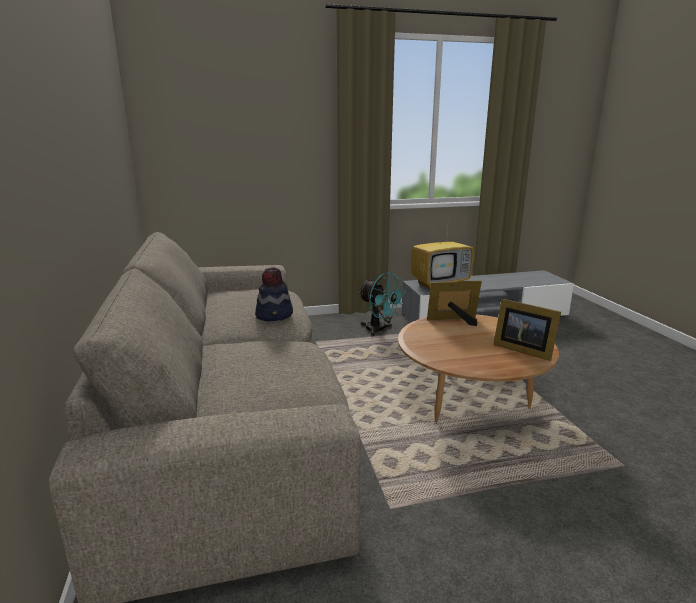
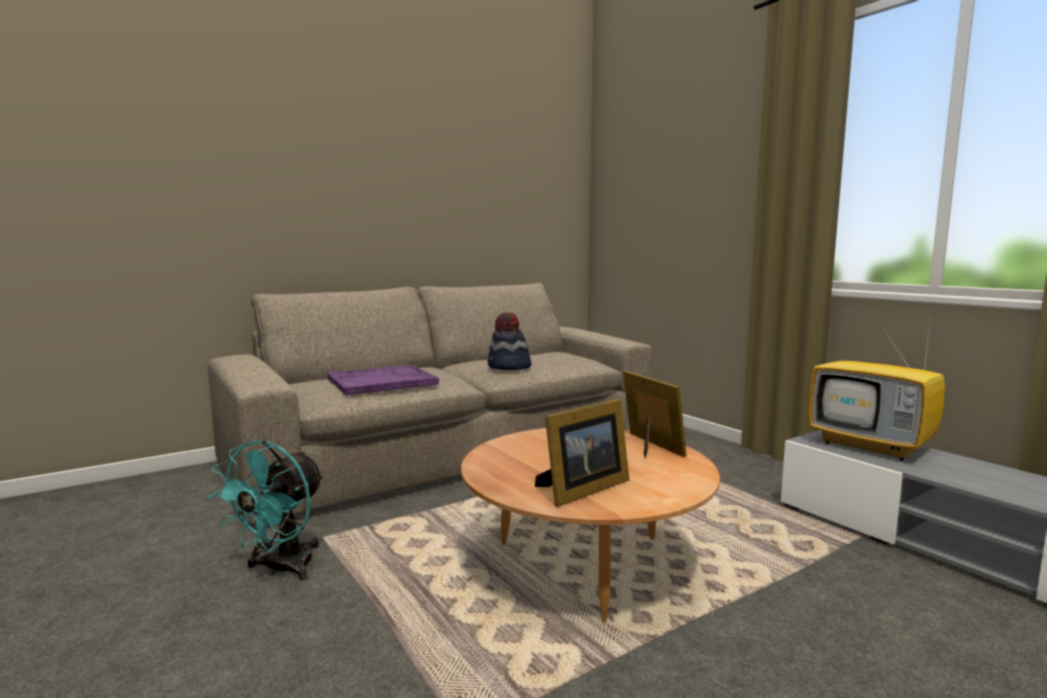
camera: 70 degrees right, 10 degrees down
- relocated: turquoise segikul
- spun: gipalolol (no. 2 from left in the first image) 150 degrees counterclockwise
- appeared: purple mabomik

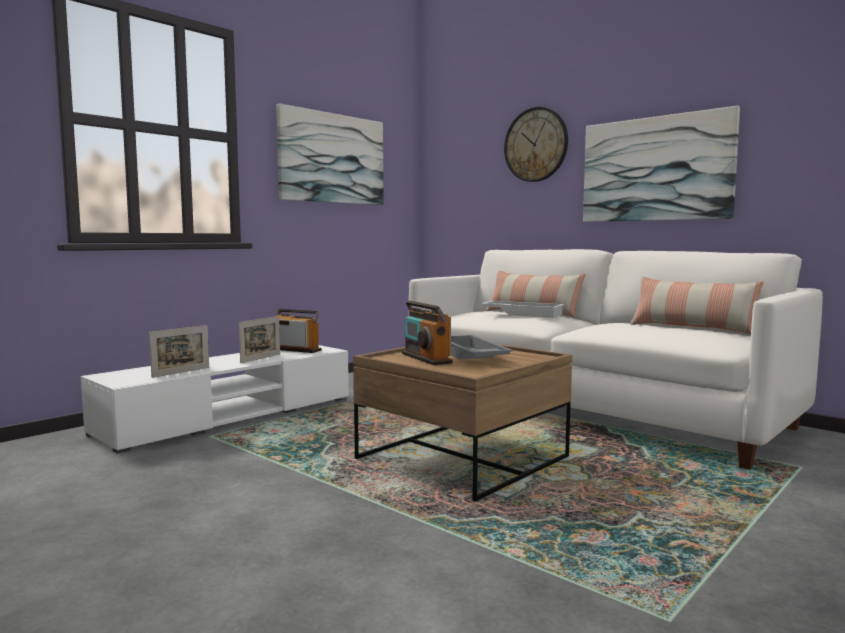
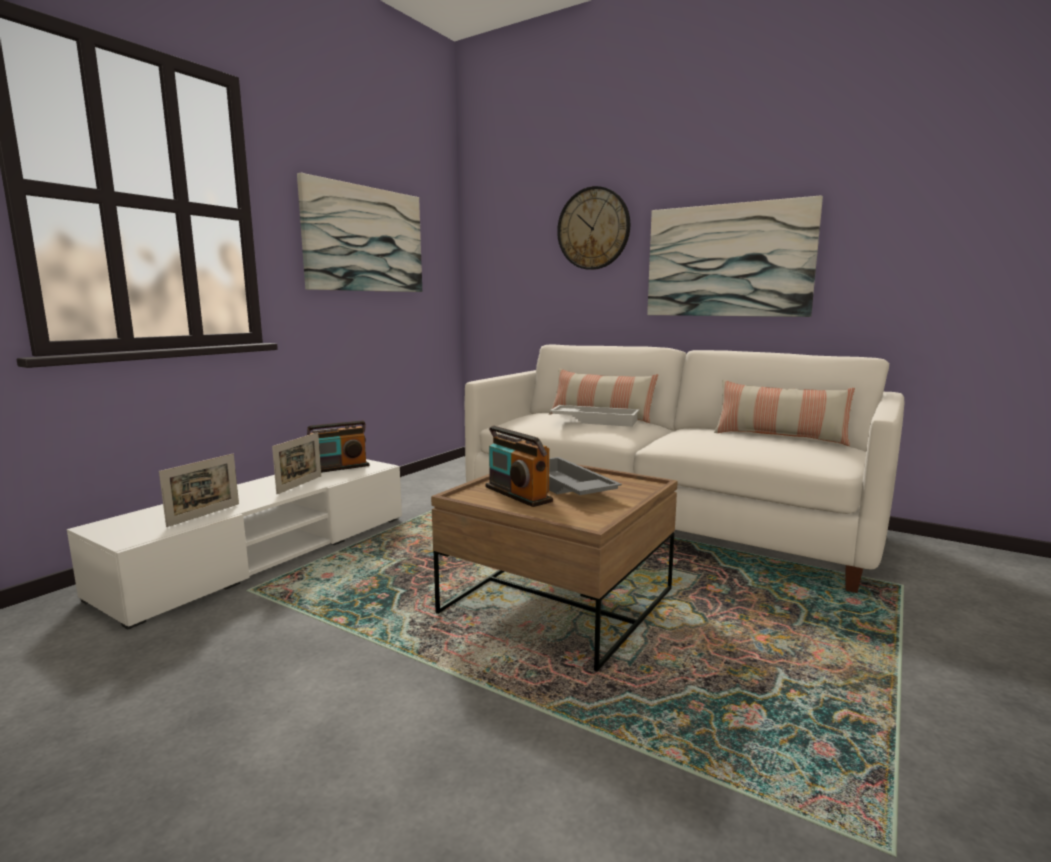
camera: 10 degrees left, 5 degrees up
- spun: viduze (no. 1 from left) 135 degrees clockwise

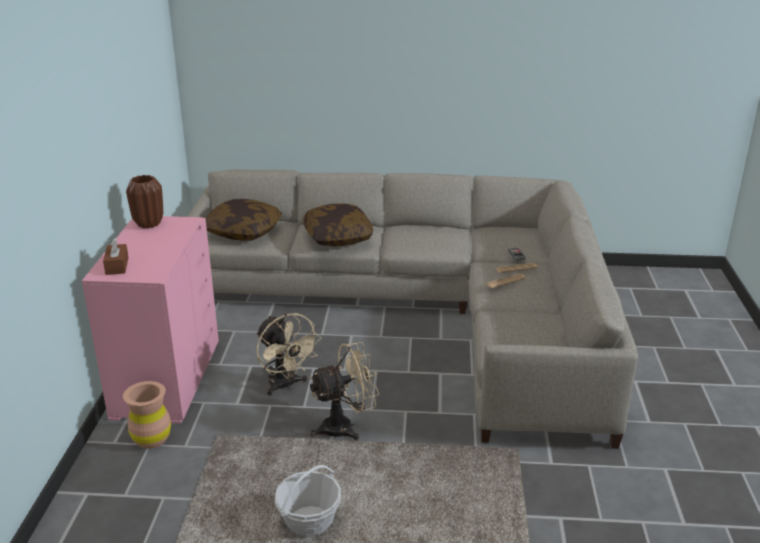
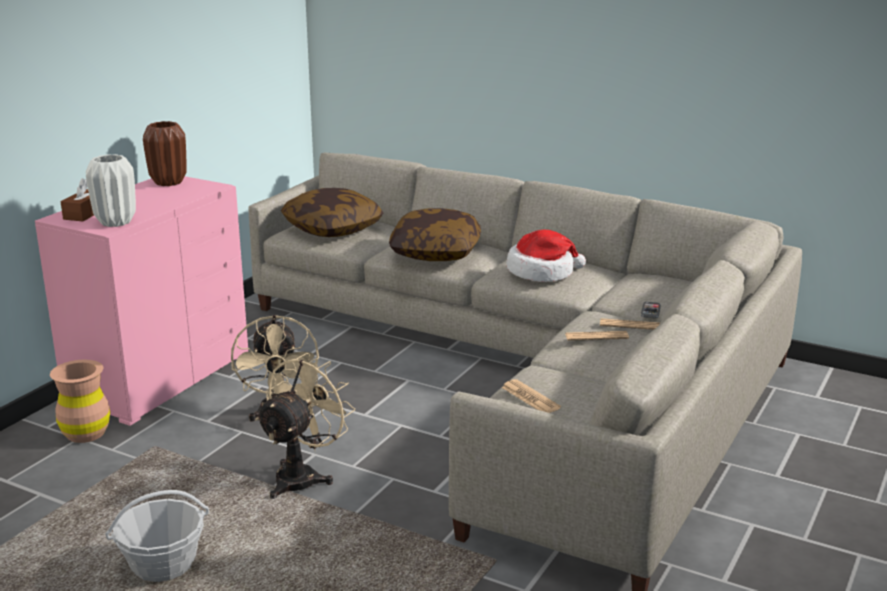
camera: 25 degrees right, 5 degrees down
- spun: beige segikul (no. 2 from left) 60 degrees counterclockwise
- appeared: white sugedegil
- appeared: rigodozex (no. 1 from left)
- appeared: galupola

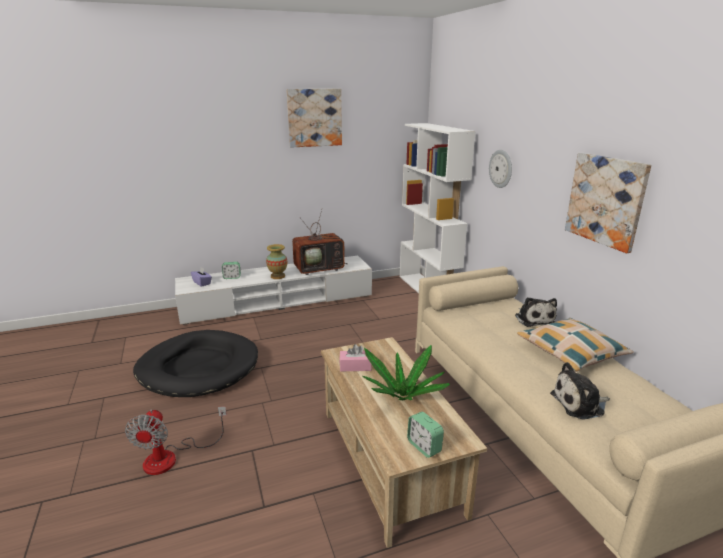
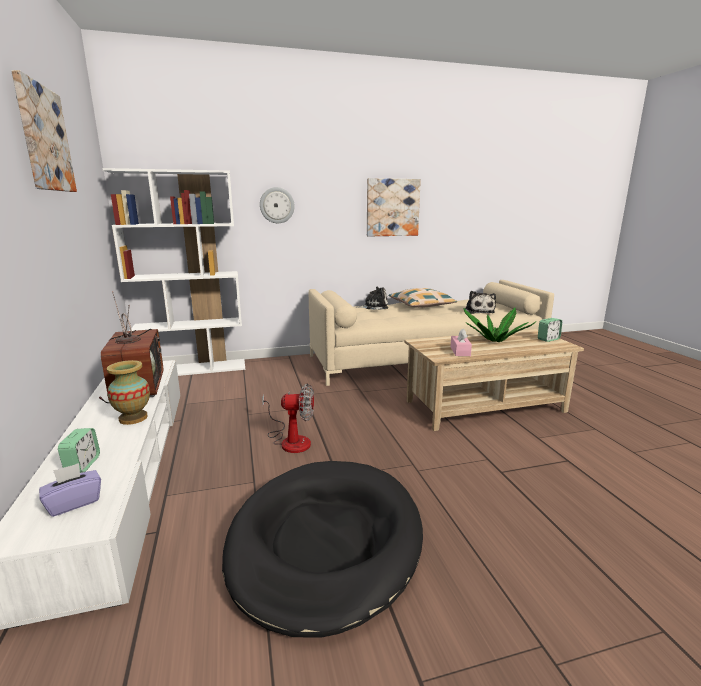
camera: 85 degrees left, 5 degrees down
- relocated: segikul

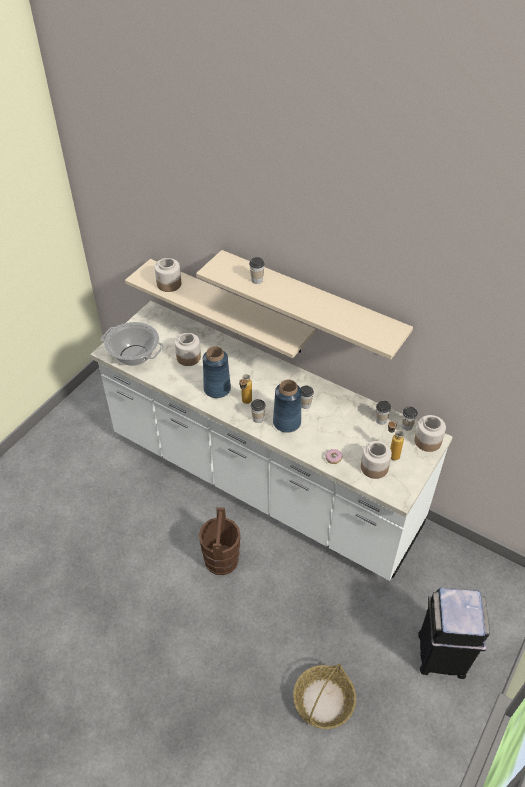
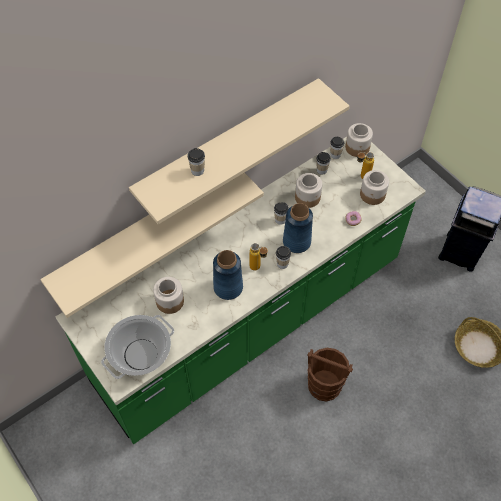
camera: 70 degrees left, 10 degrees up
- colour: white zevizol to green zevizol
- relocated: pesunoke (no. 1 from left in the first image) to pesunoke (no. 2 from left)

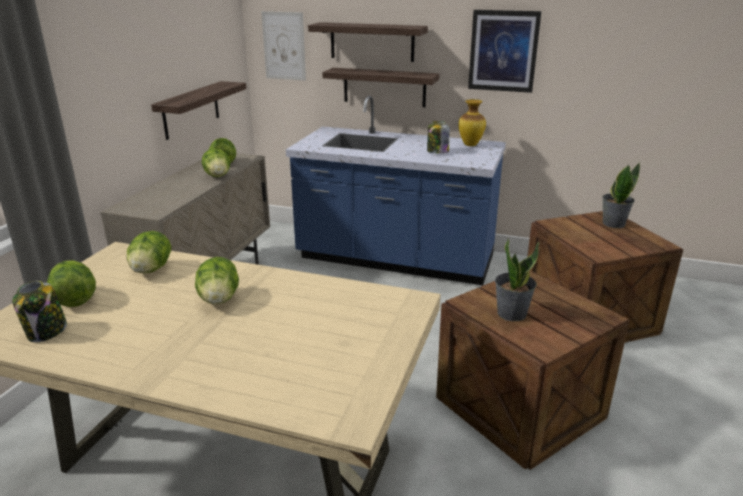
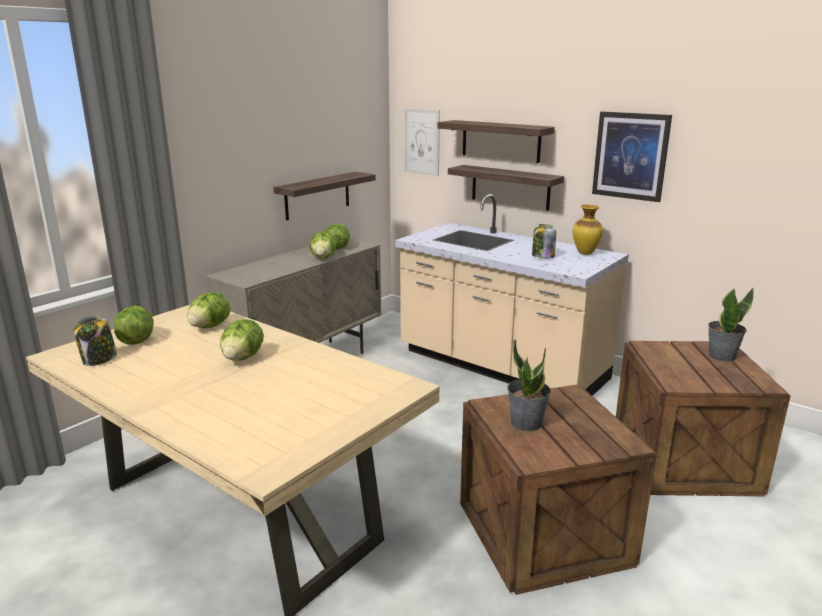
camera: 20 degrees right, 5 degrees down
- colour: blue zevizol to beige zevizol

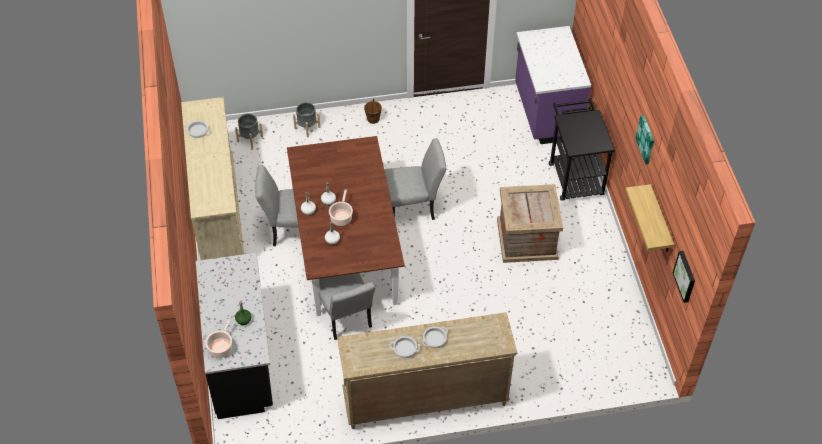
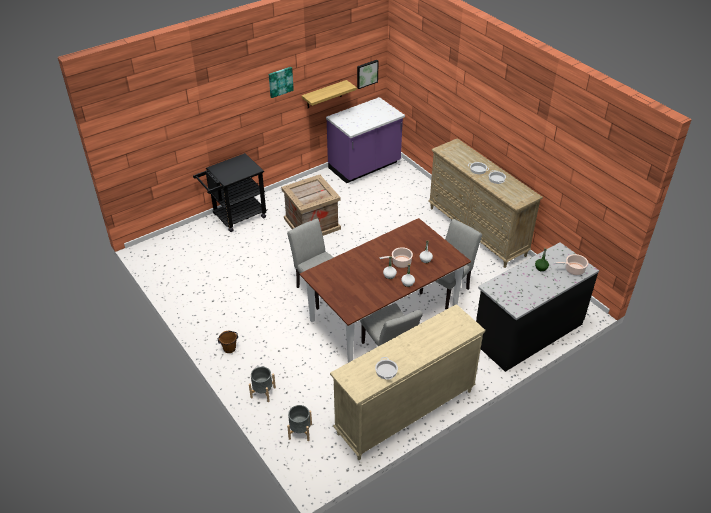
camera: 115 degrees left, 10 degrees down
- relocated: purple zevizol

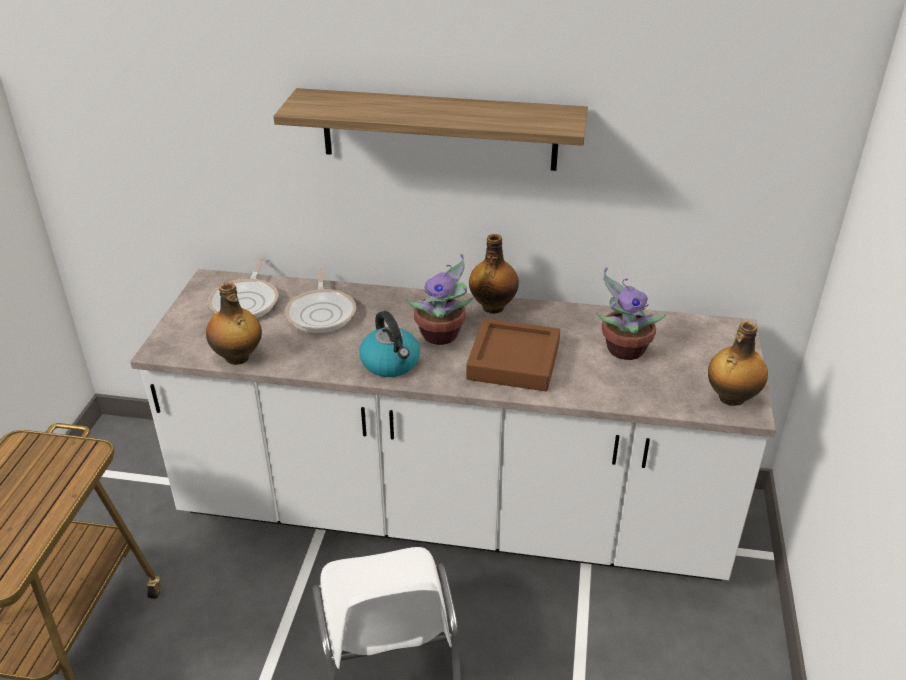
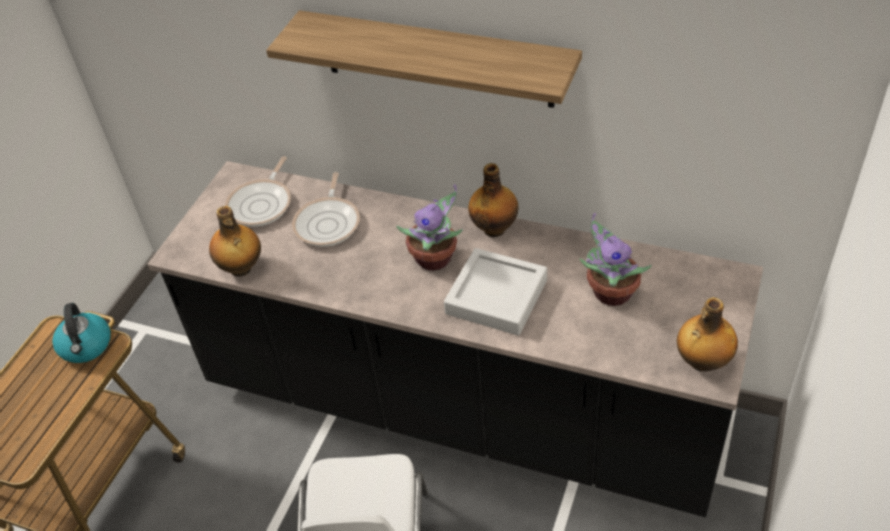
camera: 15 degrees right, 10 degrees up
- colour: white zevizol to black zevizol
- relocated: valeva
- colour: brown mabomik to grey mabomik

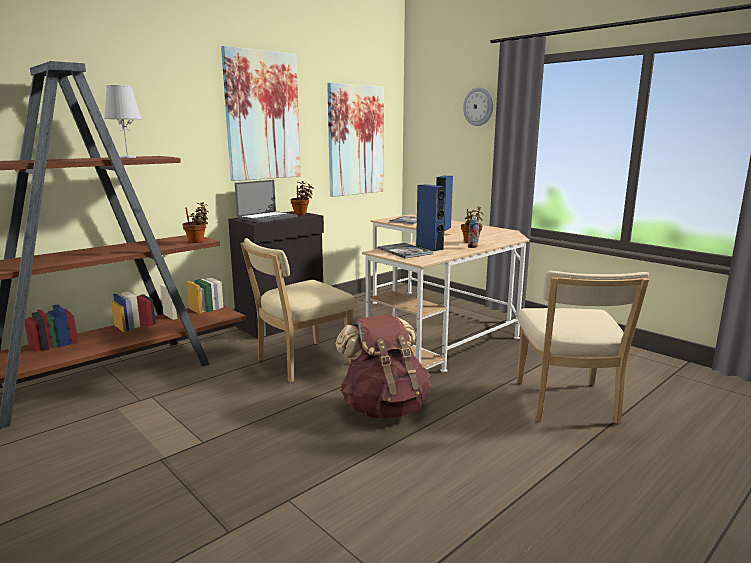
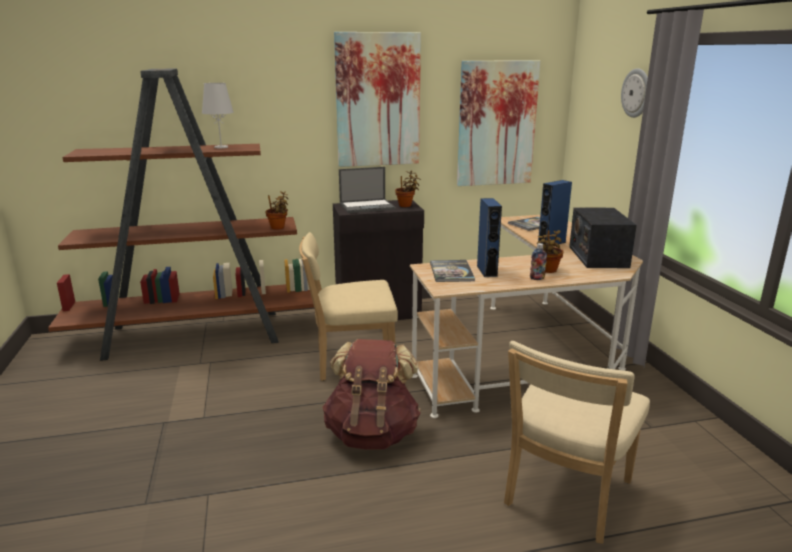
camera: 30 degrees right, 5 degrees up
- appeared: viduze

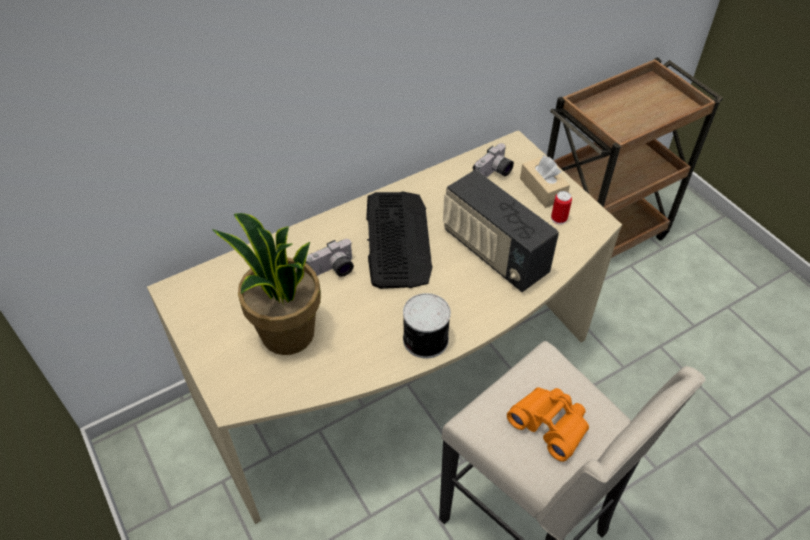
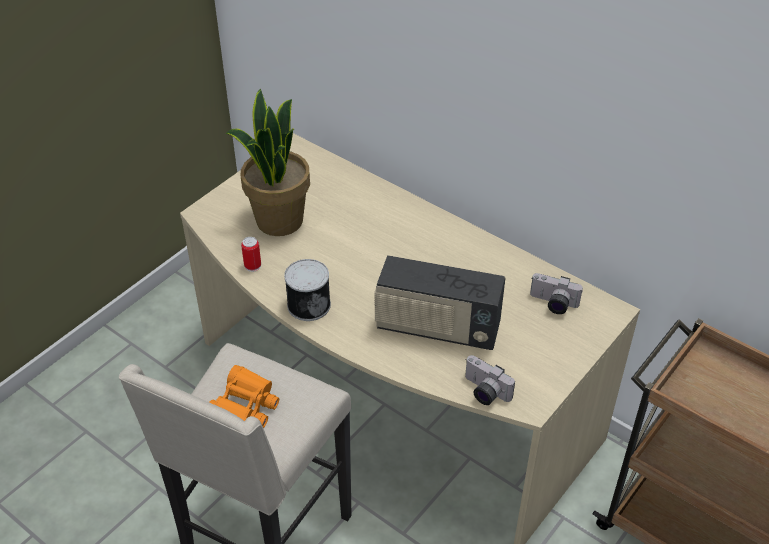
camera: 70 degrees right, 5 degrees down
- relocated: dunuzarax (no. 1 from left)
- missing: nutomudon
- spun: viduze 105 degrees counterclockwise
- missing: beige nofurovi
- relocated: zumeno (no. 2 from left in the first image) to zumeno (no. 1 from left)

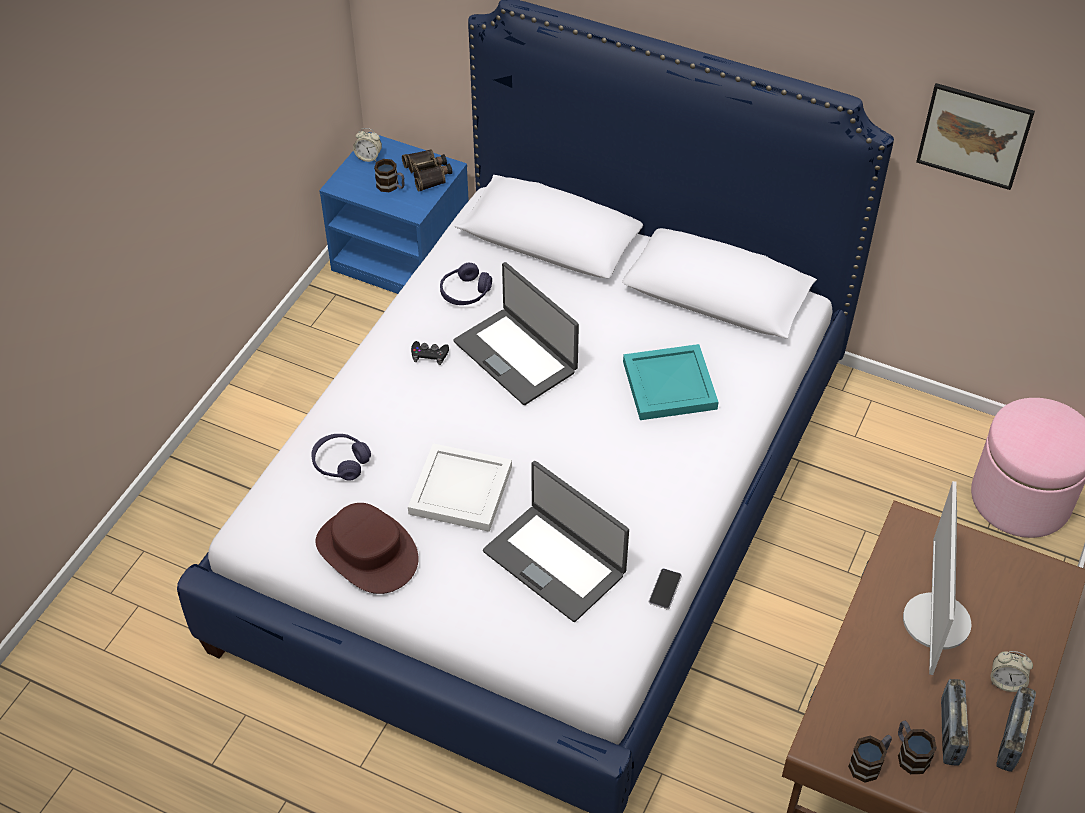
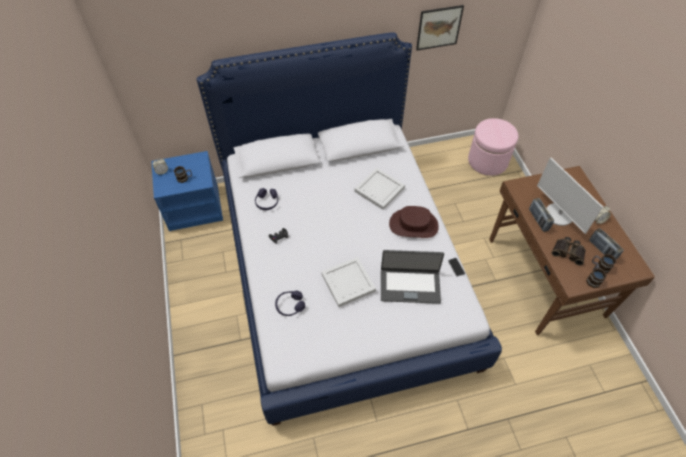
camera: 40 degrees left, 5 degrees up
- relocated: brown galupola
- relocated: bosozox
- missing: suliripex (no. 1 from left)
- colour: turquoise mabomik to white mabomik (no. 2 from left)
- relocated: viduze (no. 2 from left in the first image) to viduze (no. 1 from left)

